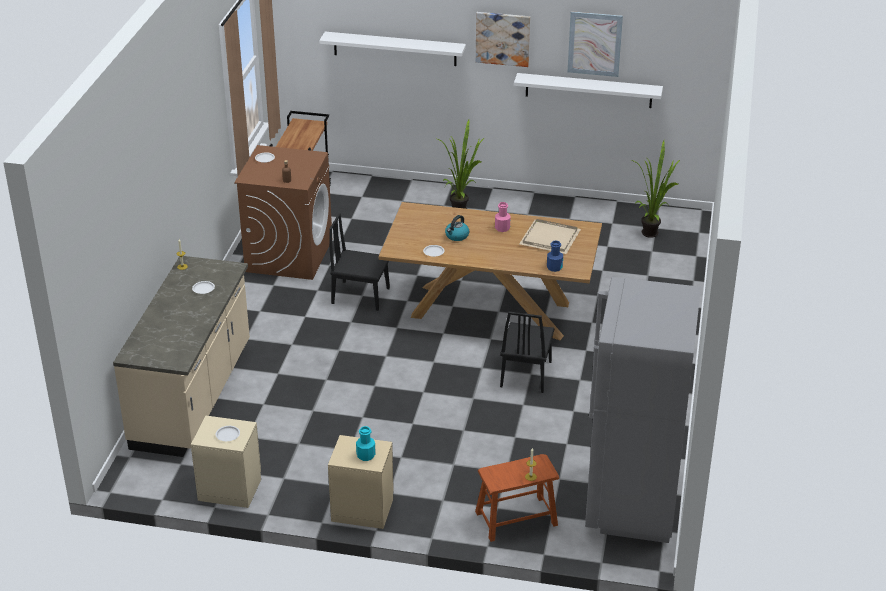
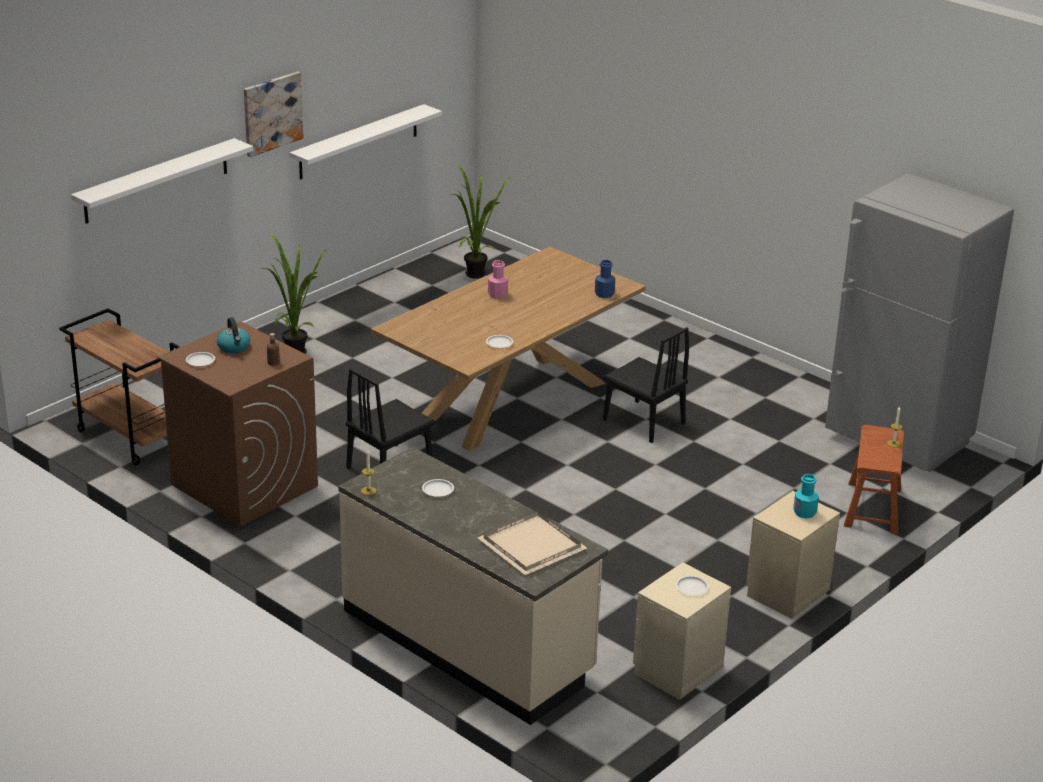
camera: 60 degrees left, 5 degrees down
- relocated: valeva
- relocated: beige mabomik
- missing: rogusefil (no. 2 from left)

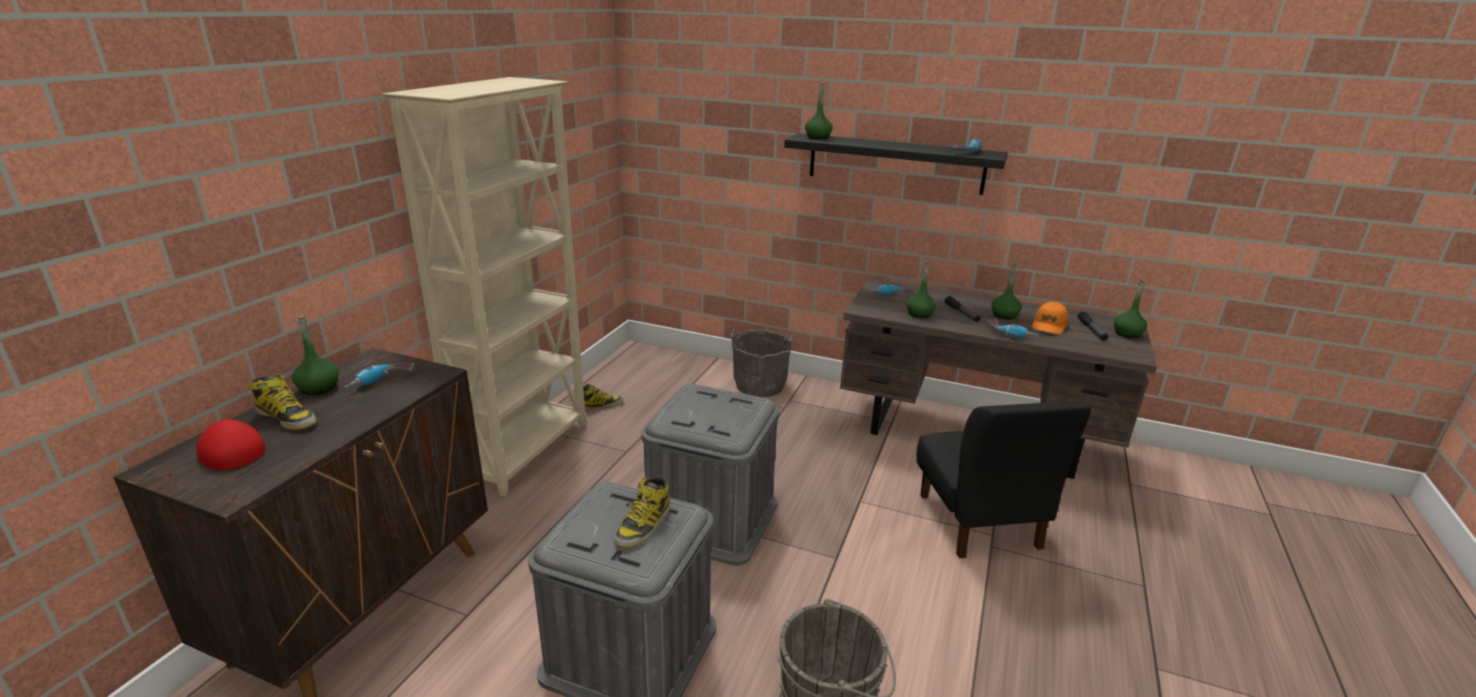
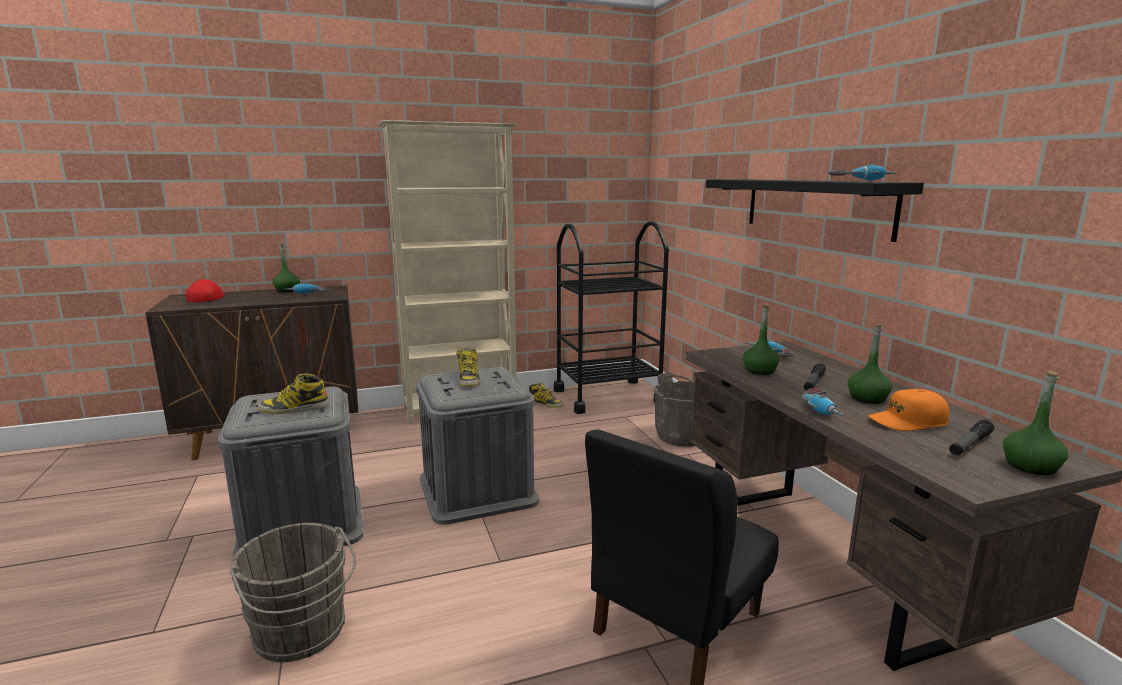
camera: 50 degrees right, 10 degrees down
- relocated: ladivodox (no. 1 from left in the first image) to ladivodox (no. 2 from left)
- missing: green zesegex (no. 2 from left)
- appeared: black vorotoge

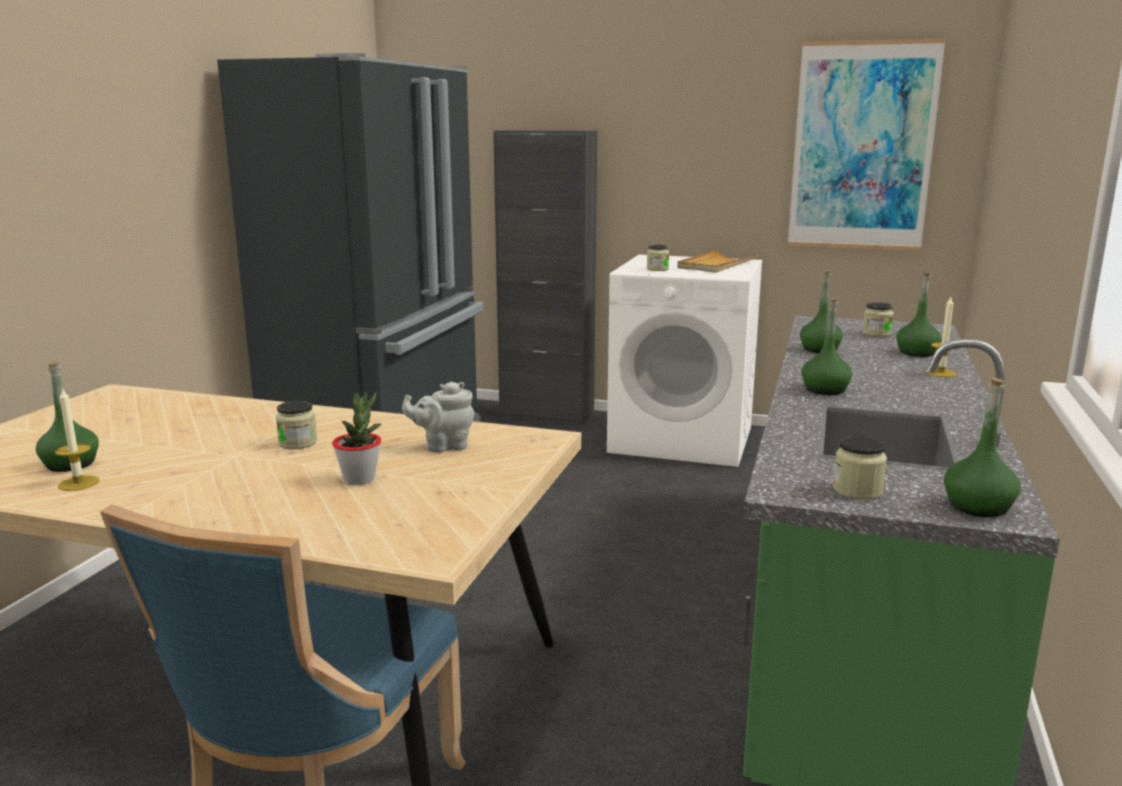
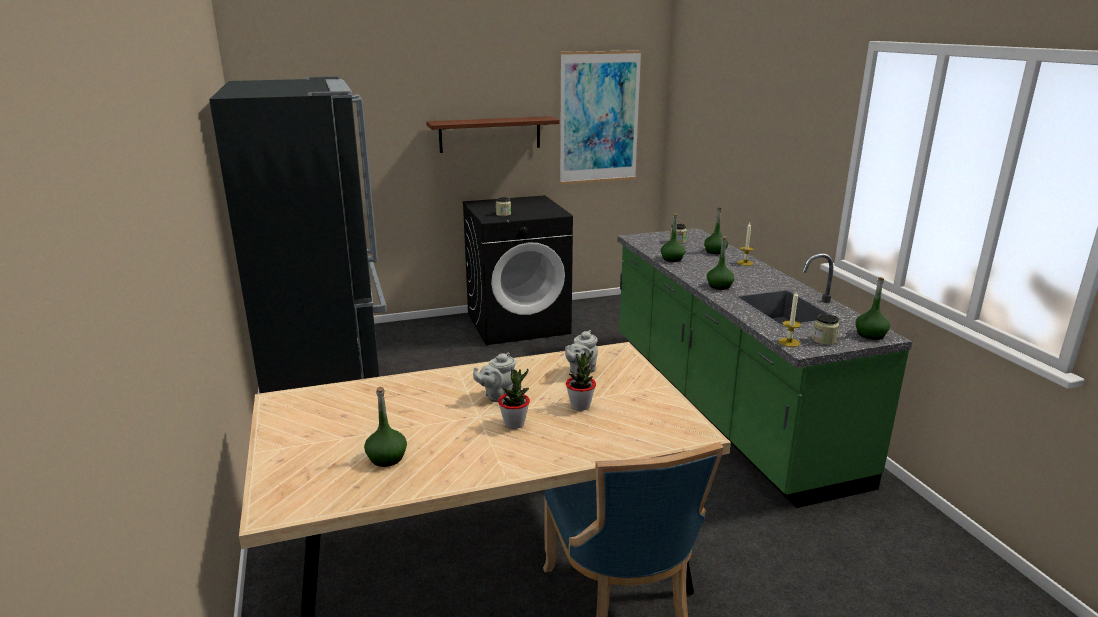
camera: 35 degrees left, 5 degrees up
- relocated: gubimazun (no. 1 from left in the first image) to gubimazun (no. 2 from left)
- exchanged: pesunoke (no. 1 from left) to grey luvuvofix (no. 1 from left)
- missing: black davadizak
- colour: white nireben to black nireben
- missing: beige mabomik
- appeared: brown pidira
- appeared: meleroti (no. 1 from left)

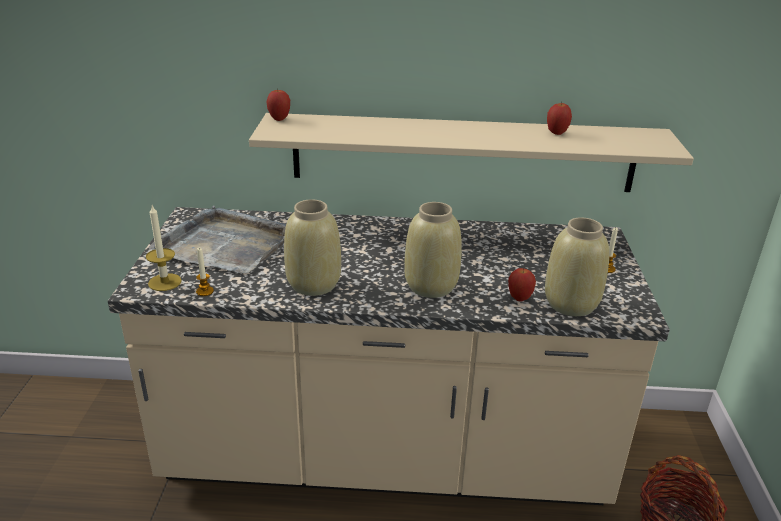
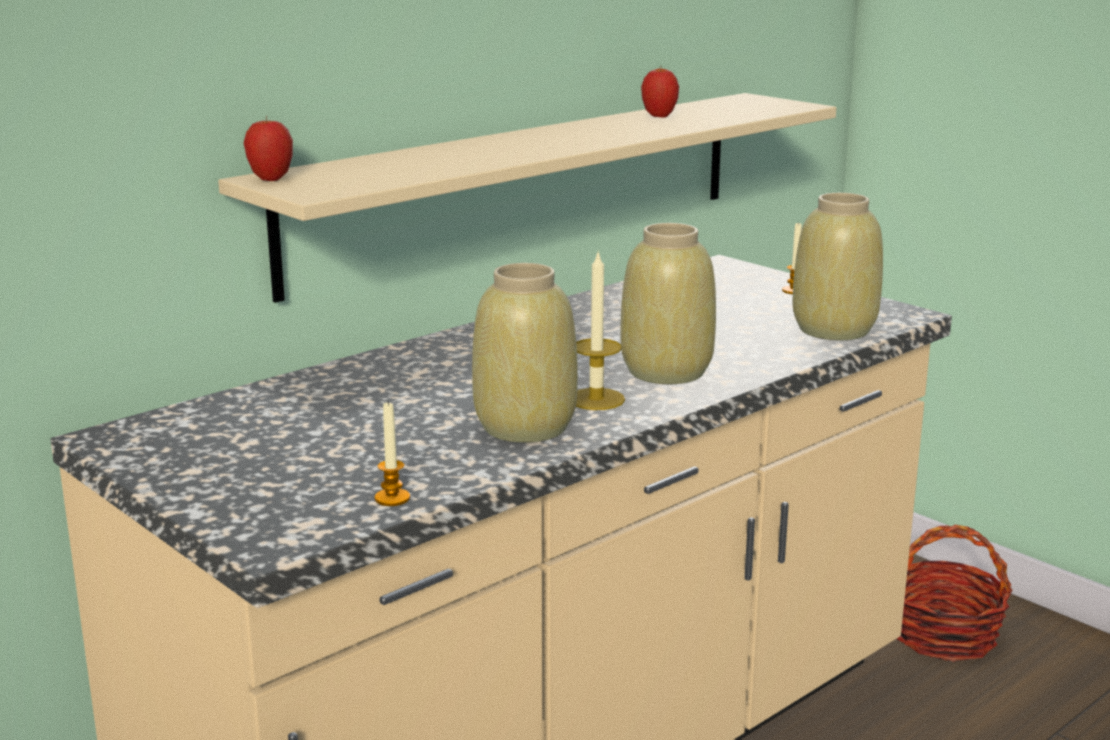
camera: 45 degrees left, 10 degrees down
- relocated: gubimazun (no. 1 from left in the first image) to gubimazun (no. 2 from left)
- missing: grey mabomik
- missing: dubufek (no. 2 from left)

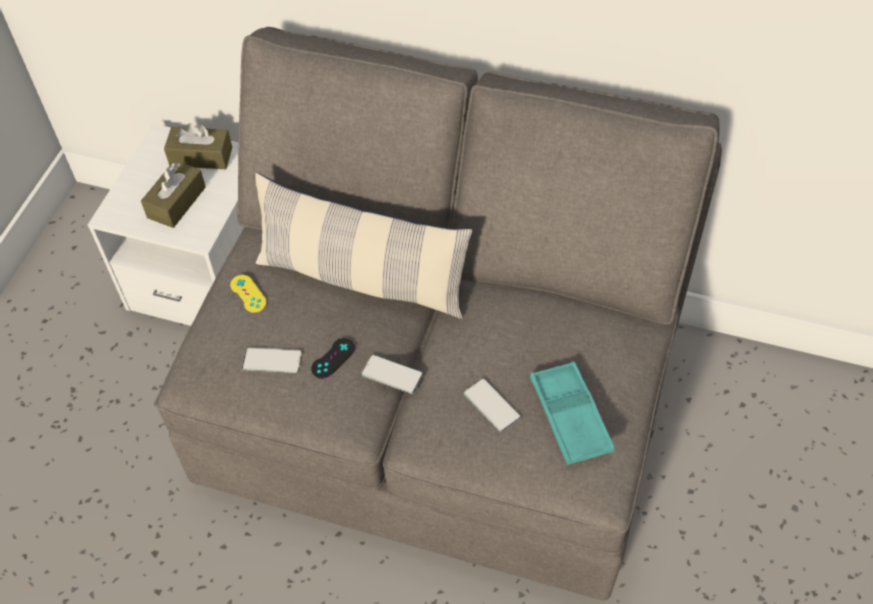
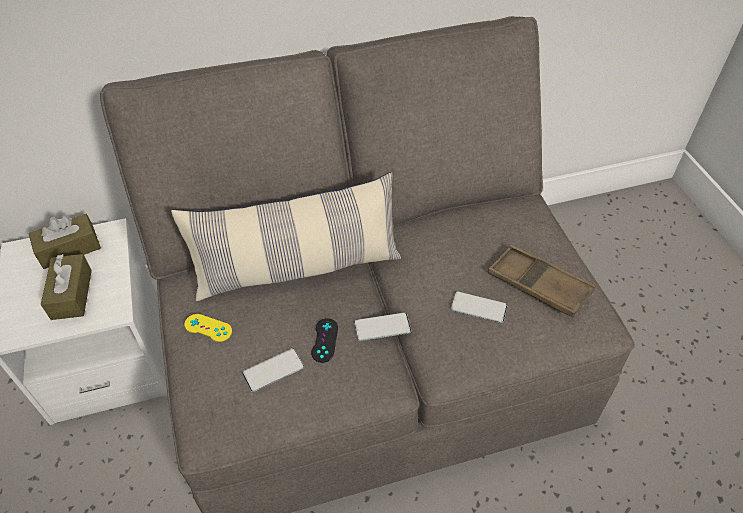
camera: 35 degrees left, 5 degrees down
- colour: turquoise mabomik to brown mabomik

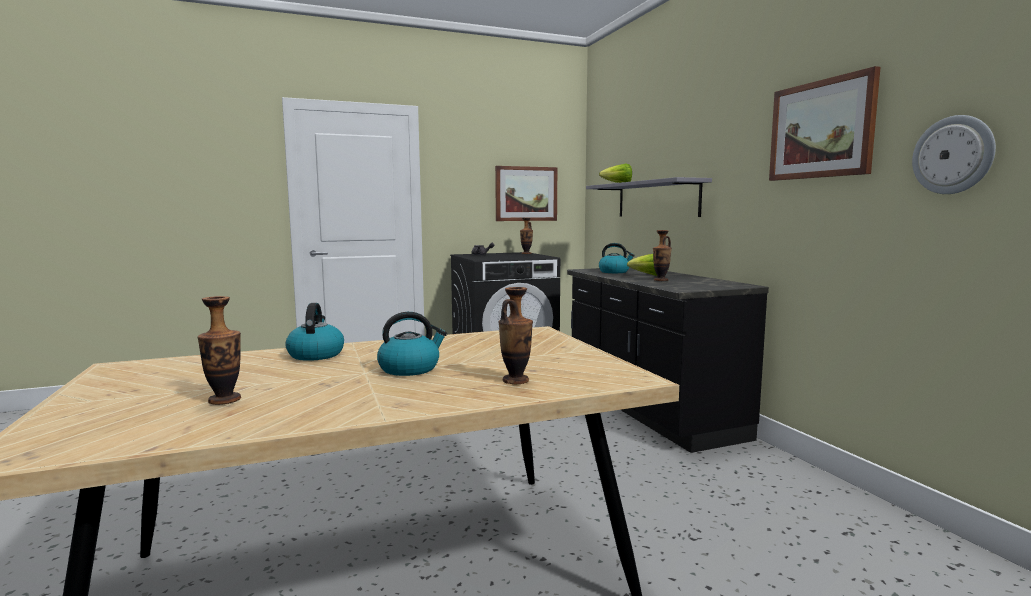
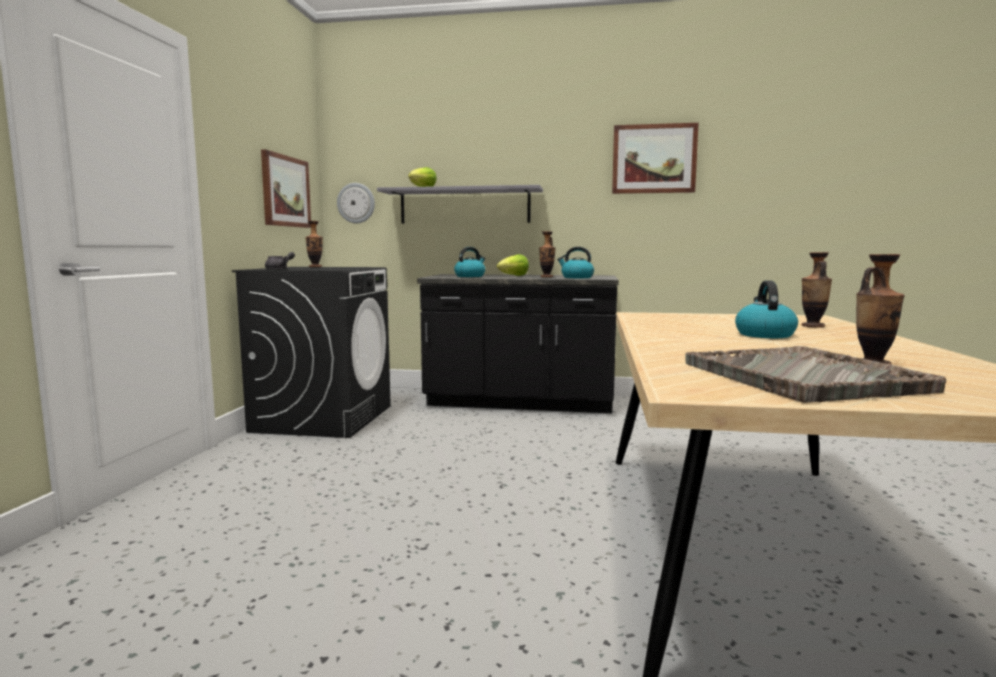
camera: 60 degrees left, 0 degrees up
- relocated: valeva (no. 1 from left in the first image) to valeva (no. 2 from left)
- relocated: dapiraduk
- appeared: grey mabomik

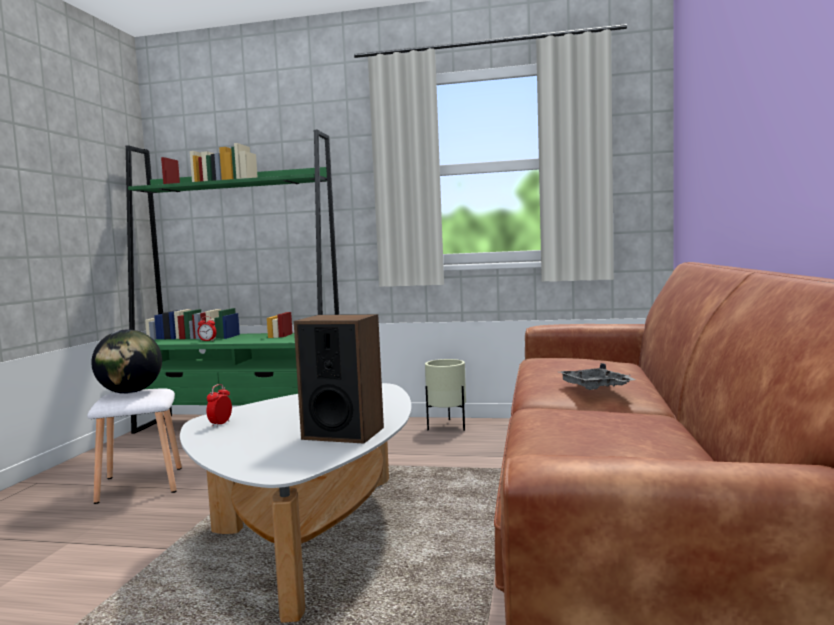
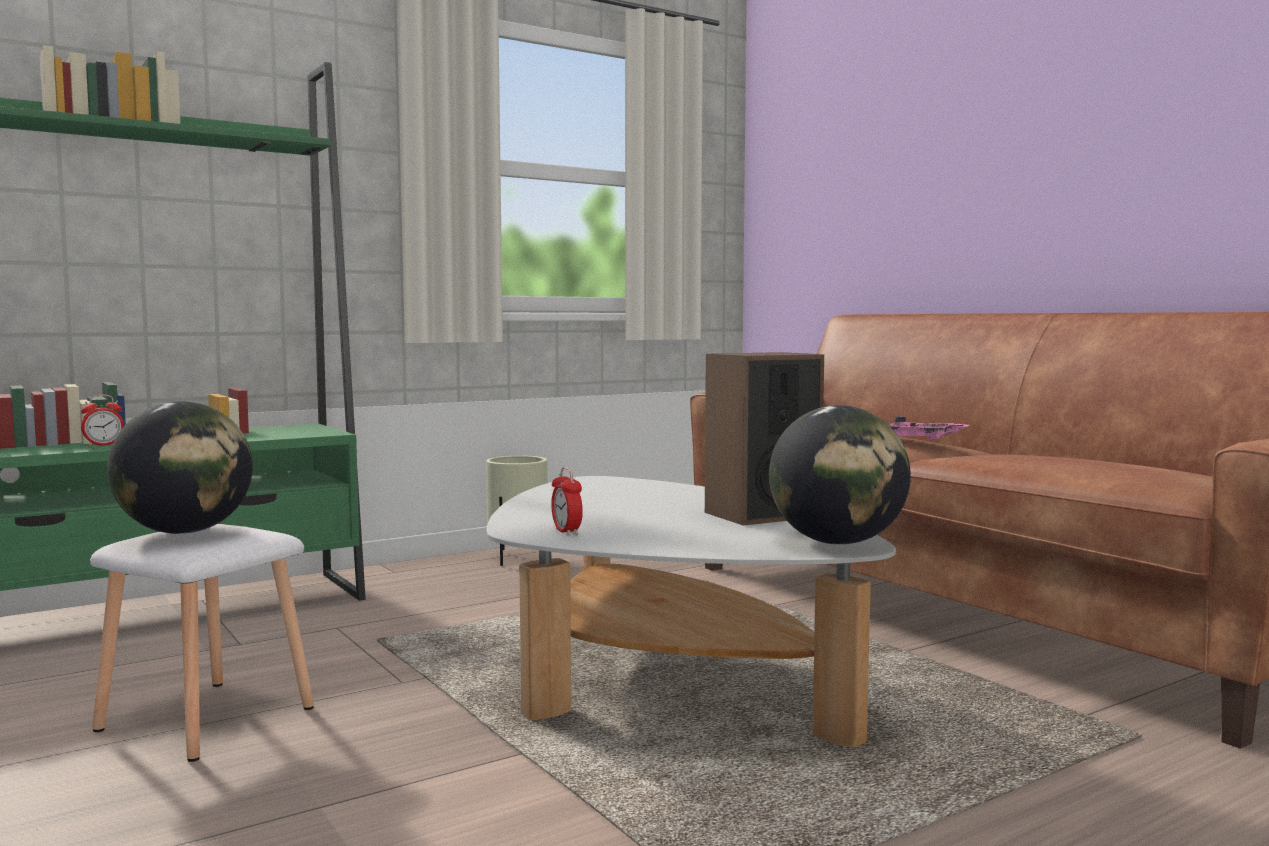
camera: 45 degrees left, 0 degrees up
- colour: grey mabomik to pink mabomik
- appeared: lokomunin (no. 2 from left)

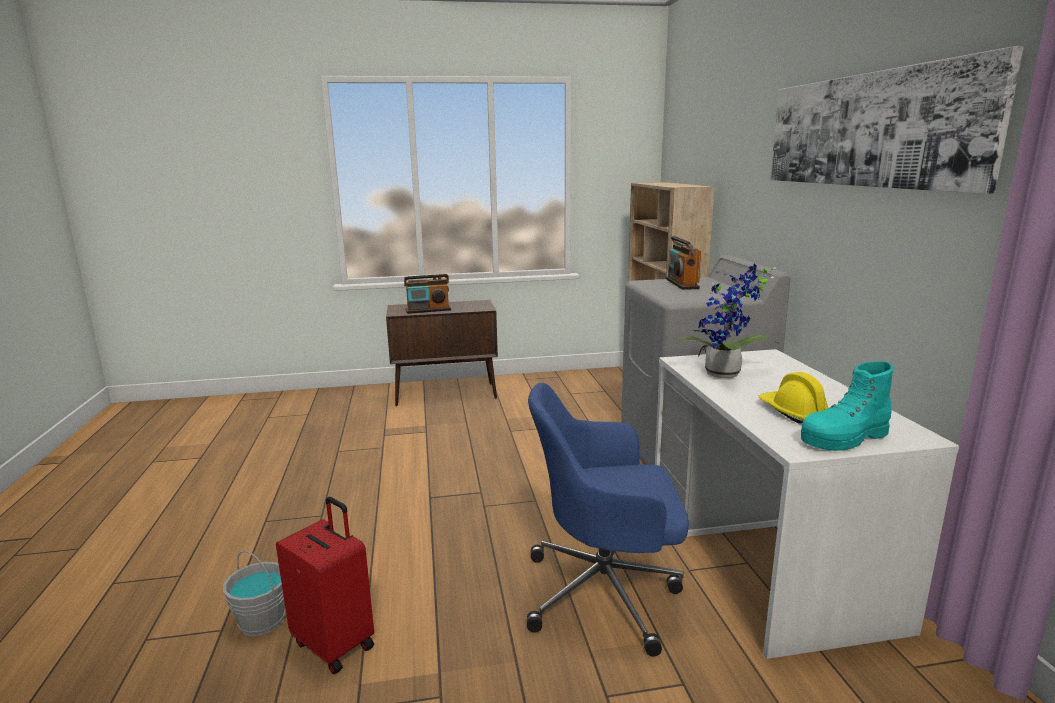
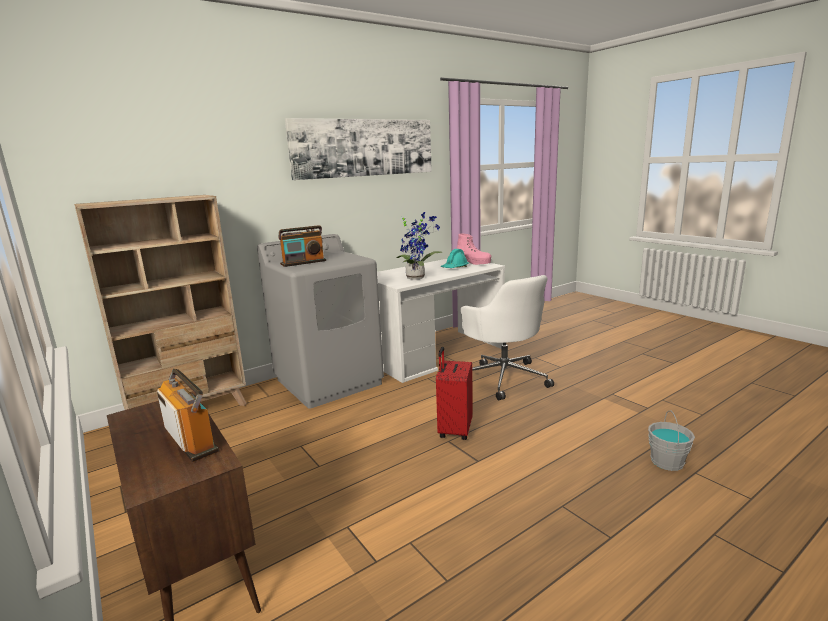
camera: 115 degrees left, 0 degrees up
- relocated: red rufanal
- colour: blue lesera to white lesera
- colour: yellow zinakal to turquoise zinakal
- colour: turquoise ladivodox to pink ladivodox

